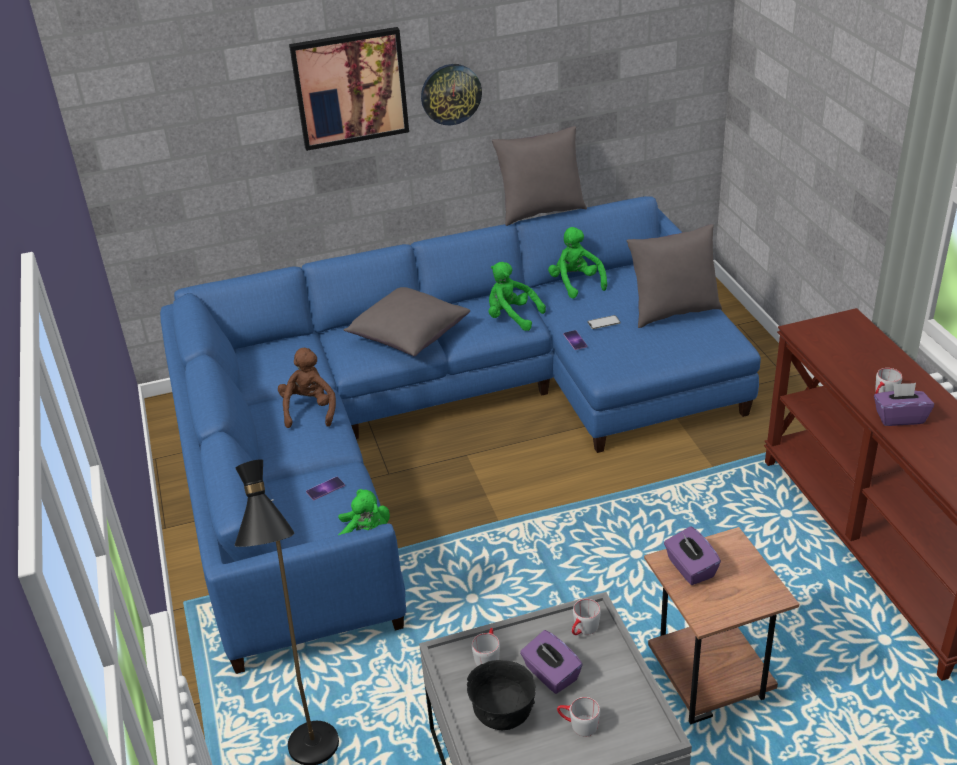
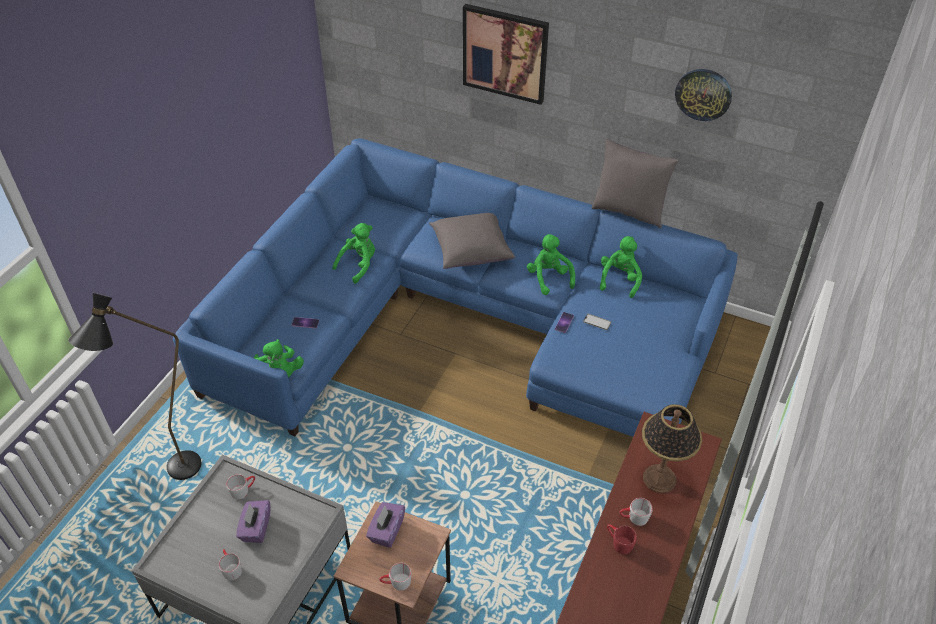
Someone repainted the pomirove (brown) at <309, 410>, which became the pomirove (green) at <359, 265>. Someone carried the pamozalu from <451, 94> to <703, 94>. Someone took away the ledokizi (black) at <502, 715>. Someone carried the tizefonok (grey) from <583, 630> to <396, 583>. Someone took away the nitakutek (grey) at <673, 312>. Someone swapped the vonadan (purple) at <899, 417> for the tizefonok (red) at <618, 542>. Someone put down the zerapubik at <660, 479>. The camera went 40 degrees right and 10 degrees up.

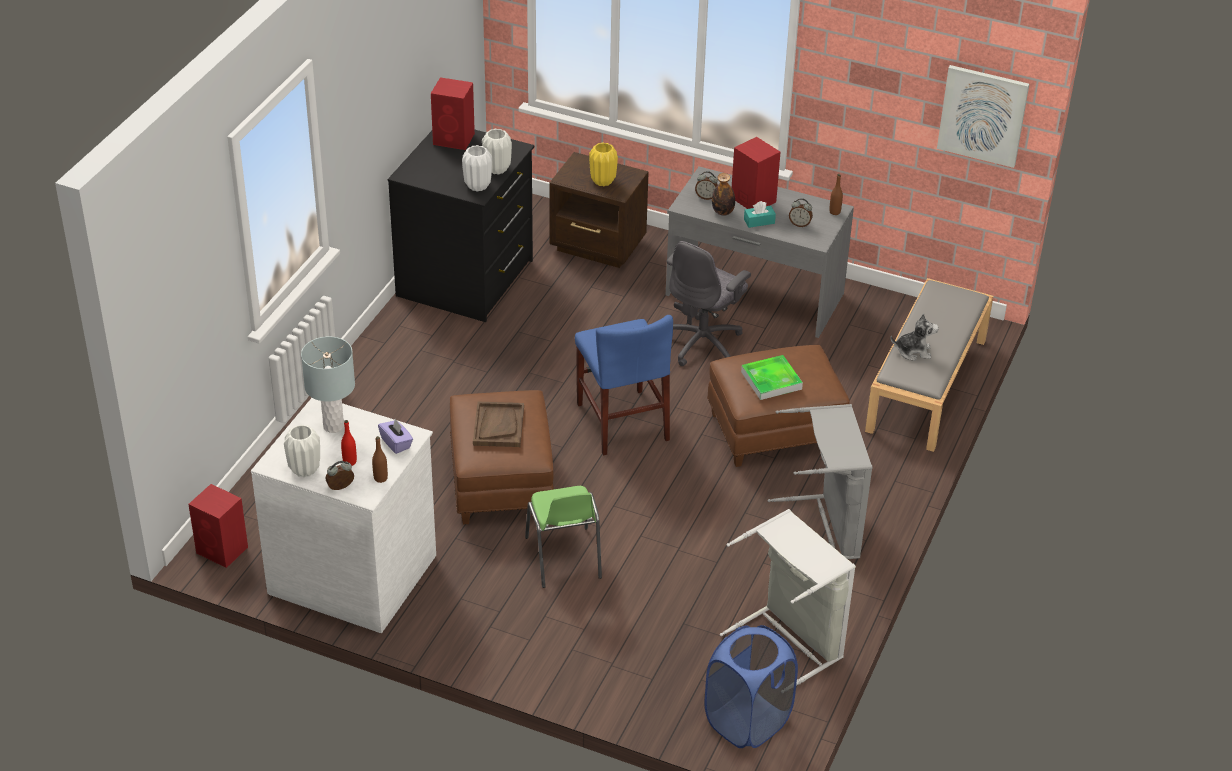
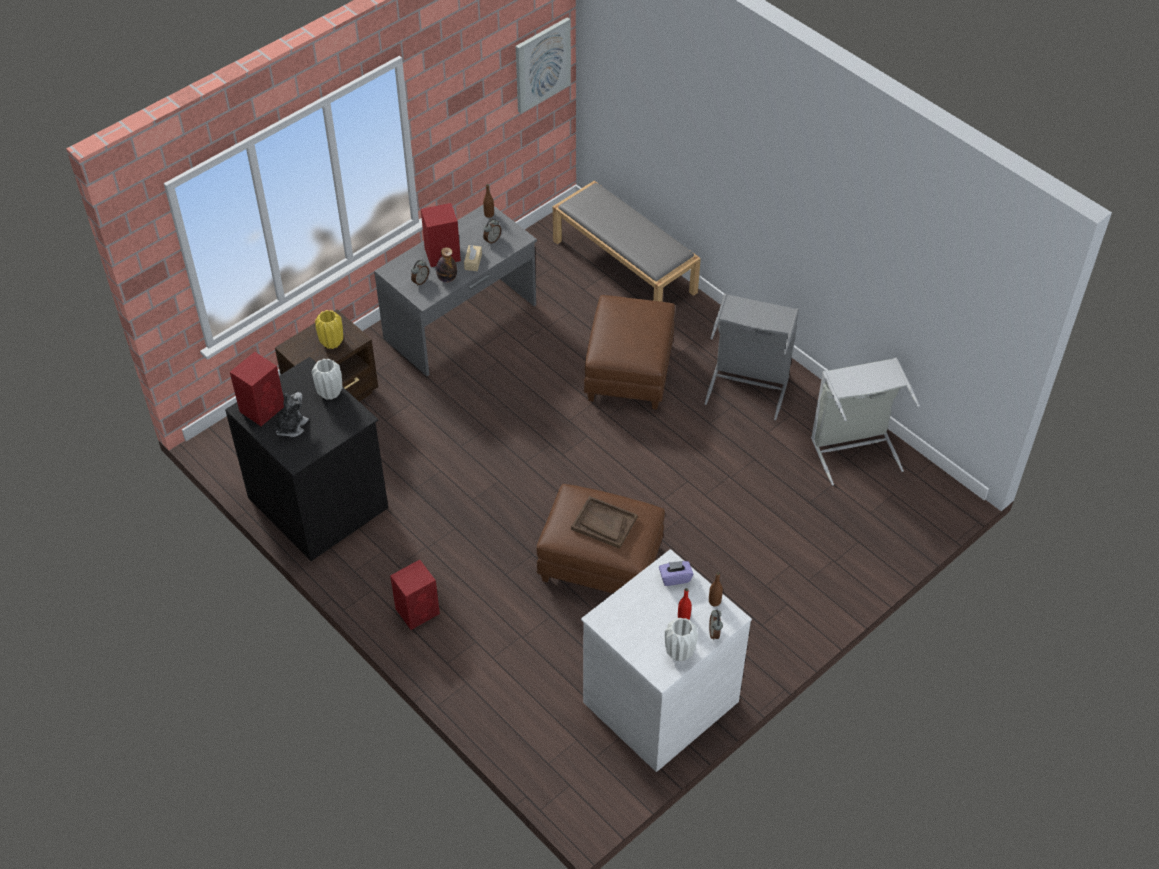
Someone carried the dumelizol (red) from <223, 550> to <418, 611>. Someone took away the zerapubik (grey) at <333, 426>. Someone took away the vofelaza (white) at <477, 186>. Someone took away the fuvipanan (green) at <563, 558>. Someone took away the fuvipanan (blue) at <622, 421>. Someone took away the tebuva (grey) at <703, 343>. Someone took away the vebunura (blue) at <747, 721>. Someone took away the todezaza at <771, 380>. Someone repainted the vonadan (turquoise) at <759, 221>, which became the vonadan (beige) at <473, 262>. Someone carried the pomirove from <913, 351> to <291, 426>. The camera went 65 degrees left and 10 degrees up.

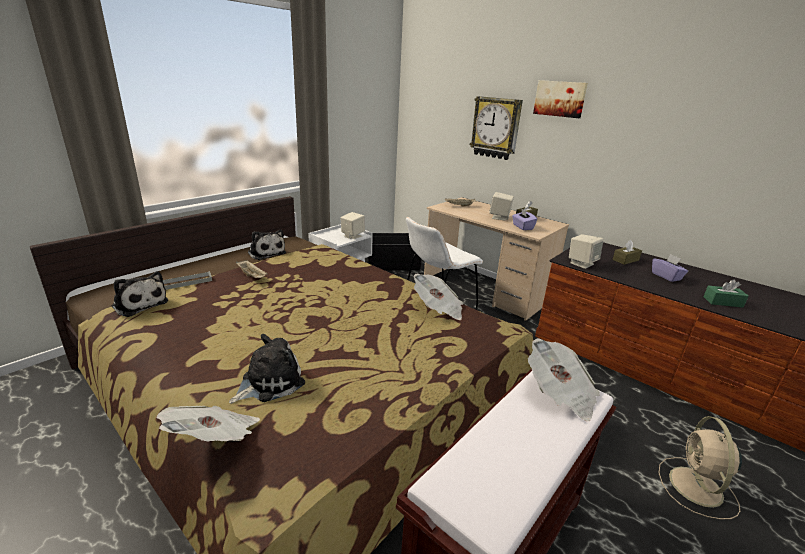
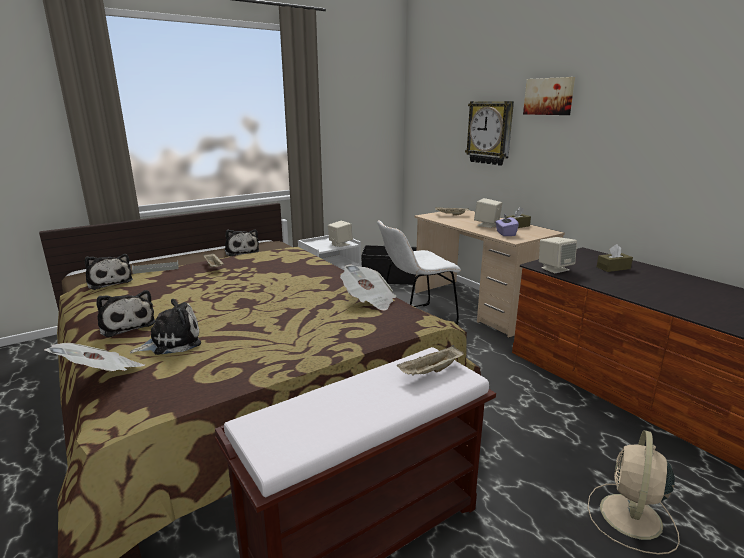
Someone swapped the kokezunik at <560, 394> for the todezaza (beige) at <430, 372>. Someone took away the vonadan (purple) at <666, 276>. Someone took away the vonadan (green) at <723, 302>. Someone put down the pomirove at <126, 324>. The camera went 15 degrees right and 5 degrees down.

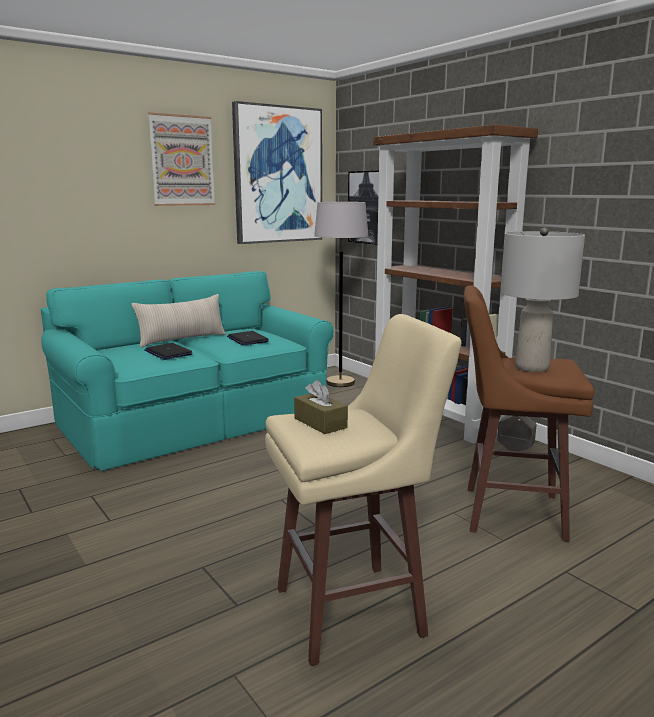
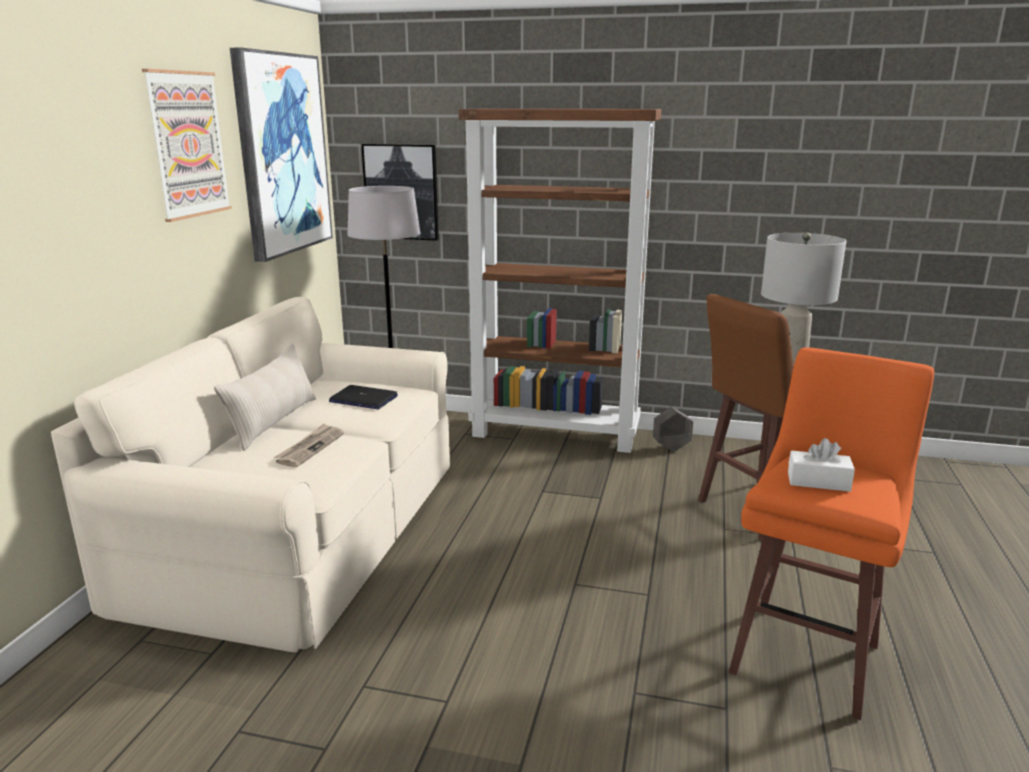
Someone repainted the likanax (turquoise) at <196, 418>, which became the likanax (beige) at <303, 527>. Someone swapped the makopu at <168, 353> for the kokezunik at <310, 447>. Someone repainted the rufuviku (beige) at <354, 611>, which became the rufuviku (orange) at <808, 656>. Someone repainted the vonadan (brown) at <320, 423>, which became the vonadan (white) at <818, 481>. The camera went 40 degrees left and 5 degrees up.

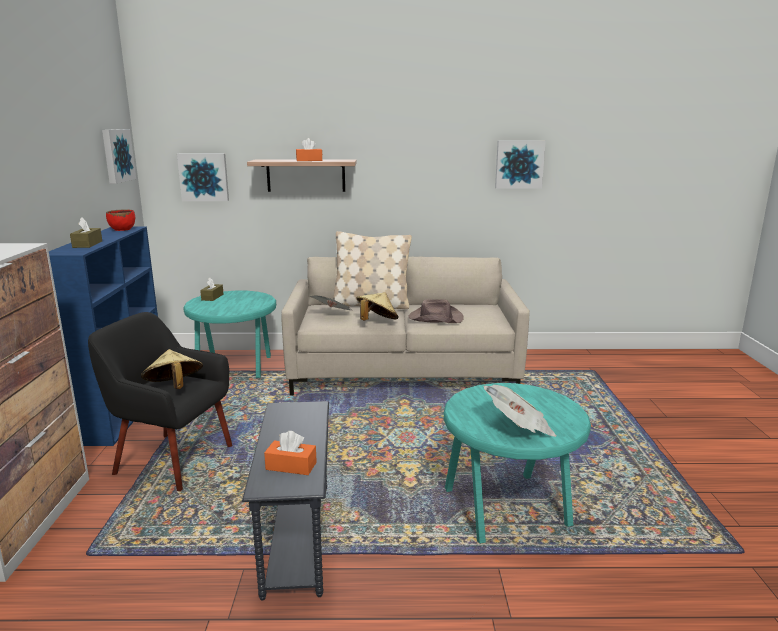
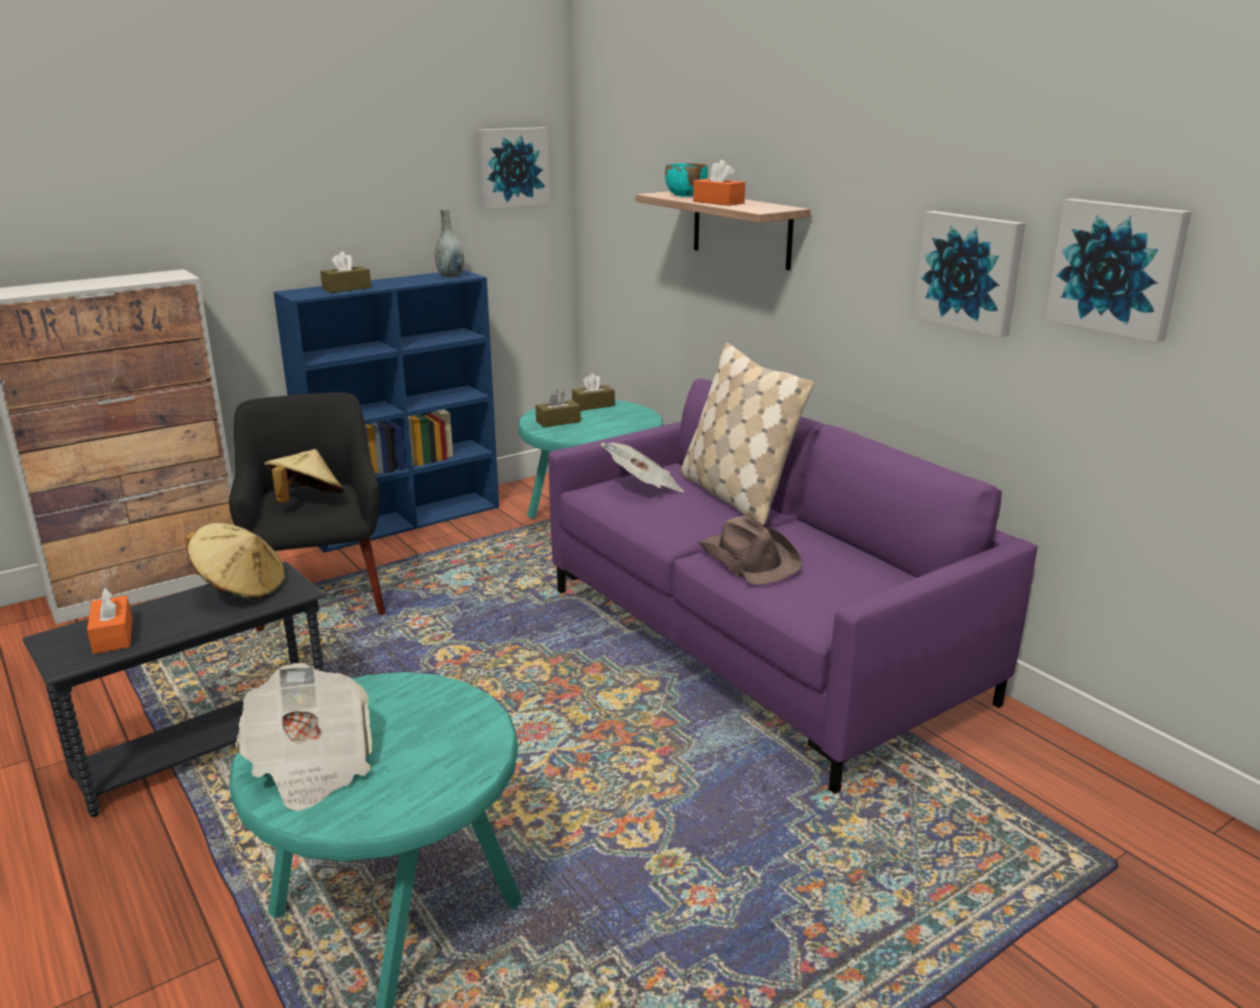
Someone swapped the ledokizi (red) at <122, 229> for the vofelaza (grey) at <450, 276>. Someone carried the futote from <204, 177> to <970, 272>. Someone repainted the likanax (beige) at <403, 372>, which became the likanax (purple) at <757, 645>. Someone carried the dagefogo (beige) from <377, 322> to <241, 589>. Someone put down the vonadan (brown) at <558, 421>. Someone put down the ledokizi (turquoise) at <686, 195>. The camera went 55 degrees right and 5 degrees up.

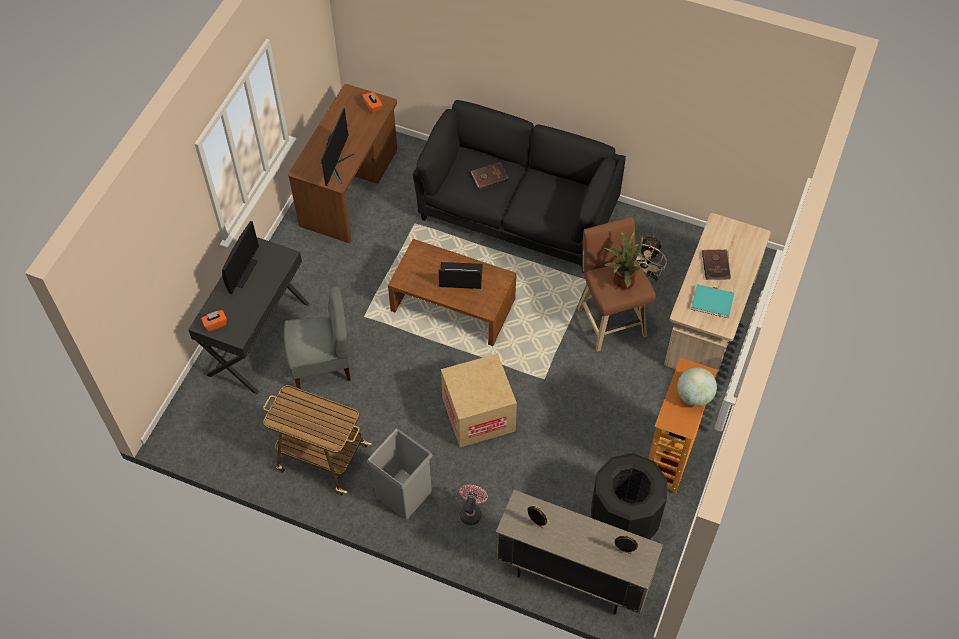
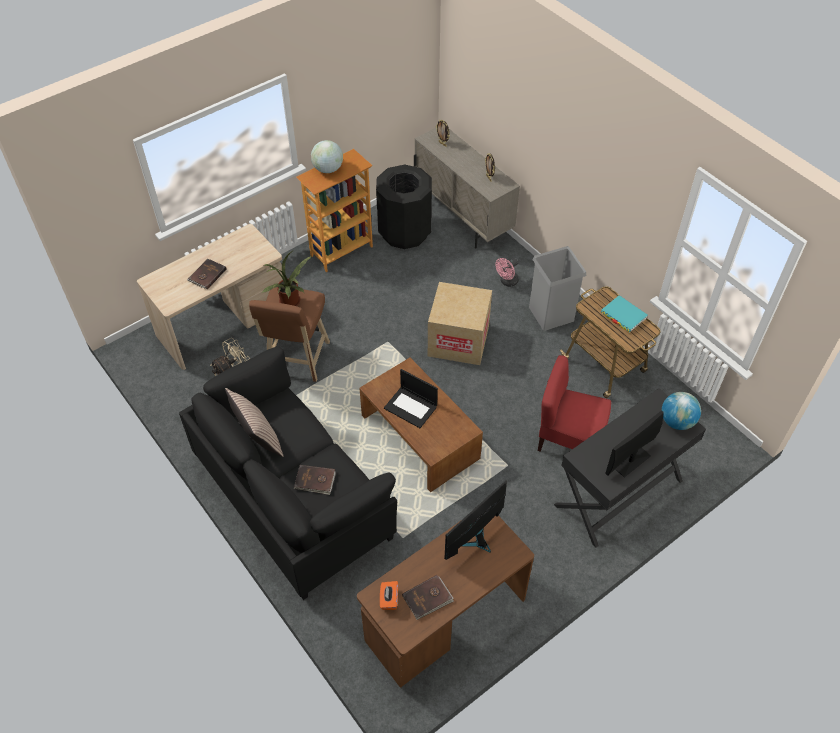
Someone swapped the vonadan (orange) at <215, 324> for the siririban at <677, 421>. Someone repainted the fuvipanan (grey) at <322, 364>, which became the fuvipanan (red) at <569, 440>. Someone carried the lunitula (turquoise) from <712, 302> to <623, 315>. Someone put down the nitakutek at <258, 439>. Someone put down the lunitula (brown) at <427, 598>. The camera went 150 degrees left and 5 degrees down.

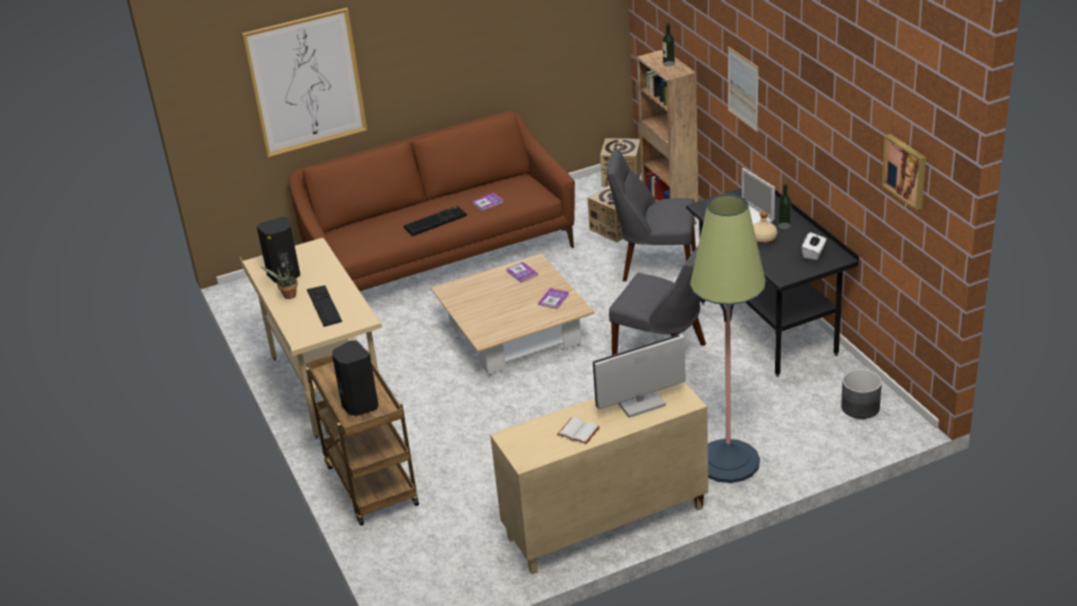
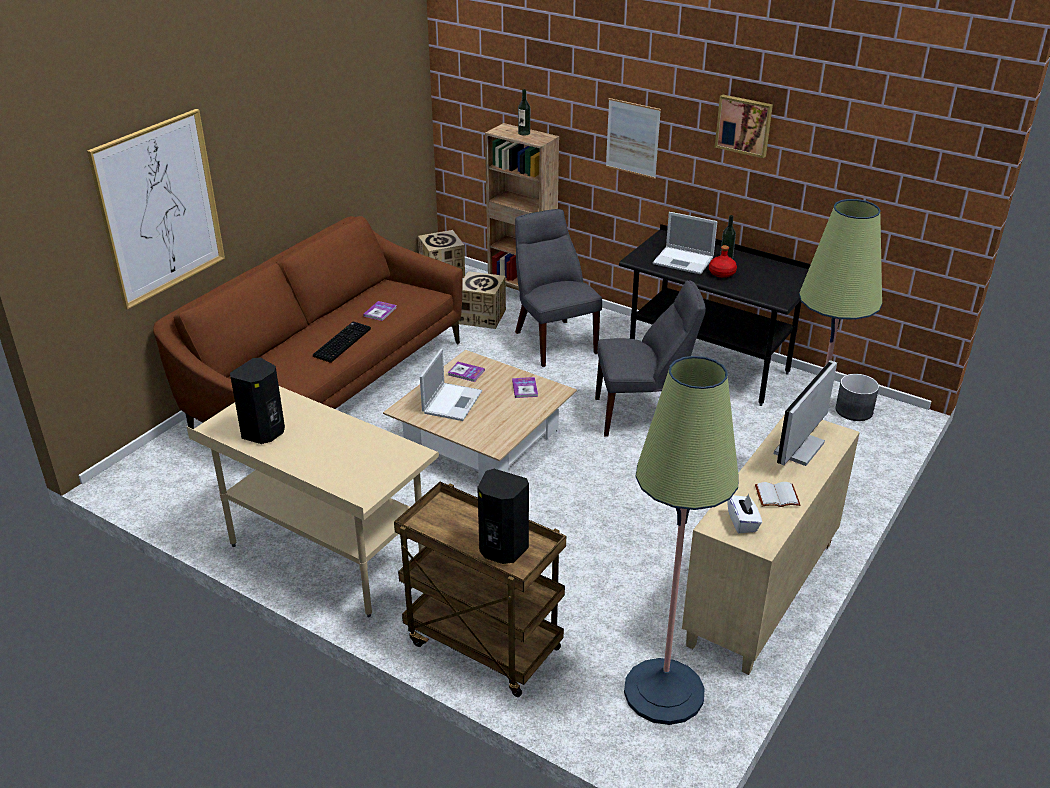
Someone took away the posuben at <288, 296>. Someone took away the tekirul at <324, 305>. Someone rotated the fuvipanan (grey) at <655, 266> by 90 degrees clockwise. Someone repainted the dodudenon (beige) at <763, 238>, which became the dodudenon (red) at <721, 273>. Someone carried the vonadan (white) from <813, 253> to <742, 522>. Someone carried the futote from <906, 171> to <744, 125>. Someone put down the makopu at <452, 401>. Someone put down the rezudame at <664, 692>. The camera went 35 degrees left and 0 degrees up.

